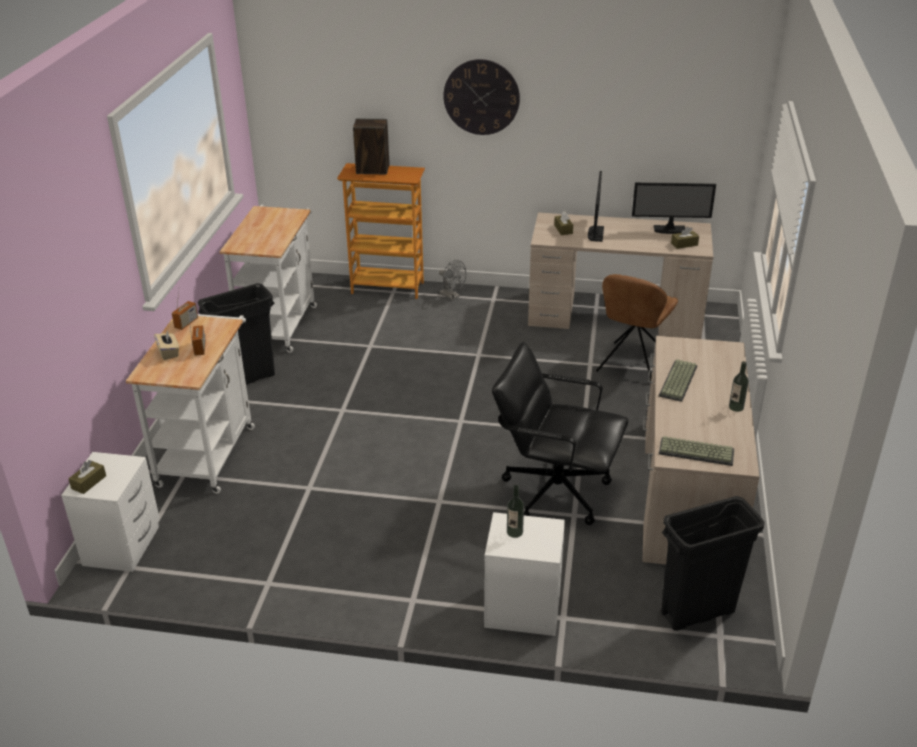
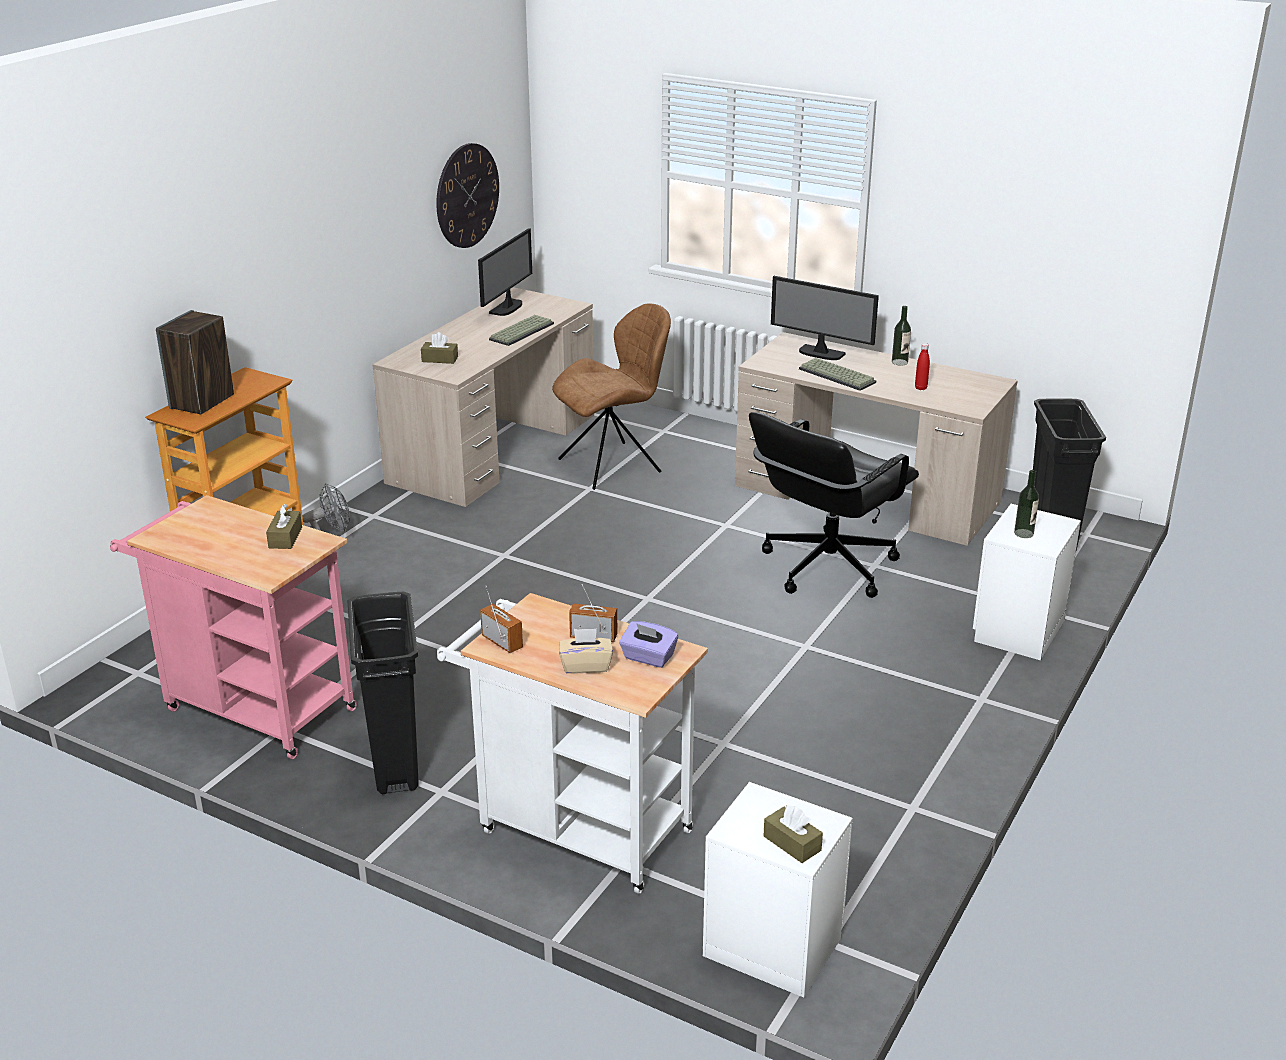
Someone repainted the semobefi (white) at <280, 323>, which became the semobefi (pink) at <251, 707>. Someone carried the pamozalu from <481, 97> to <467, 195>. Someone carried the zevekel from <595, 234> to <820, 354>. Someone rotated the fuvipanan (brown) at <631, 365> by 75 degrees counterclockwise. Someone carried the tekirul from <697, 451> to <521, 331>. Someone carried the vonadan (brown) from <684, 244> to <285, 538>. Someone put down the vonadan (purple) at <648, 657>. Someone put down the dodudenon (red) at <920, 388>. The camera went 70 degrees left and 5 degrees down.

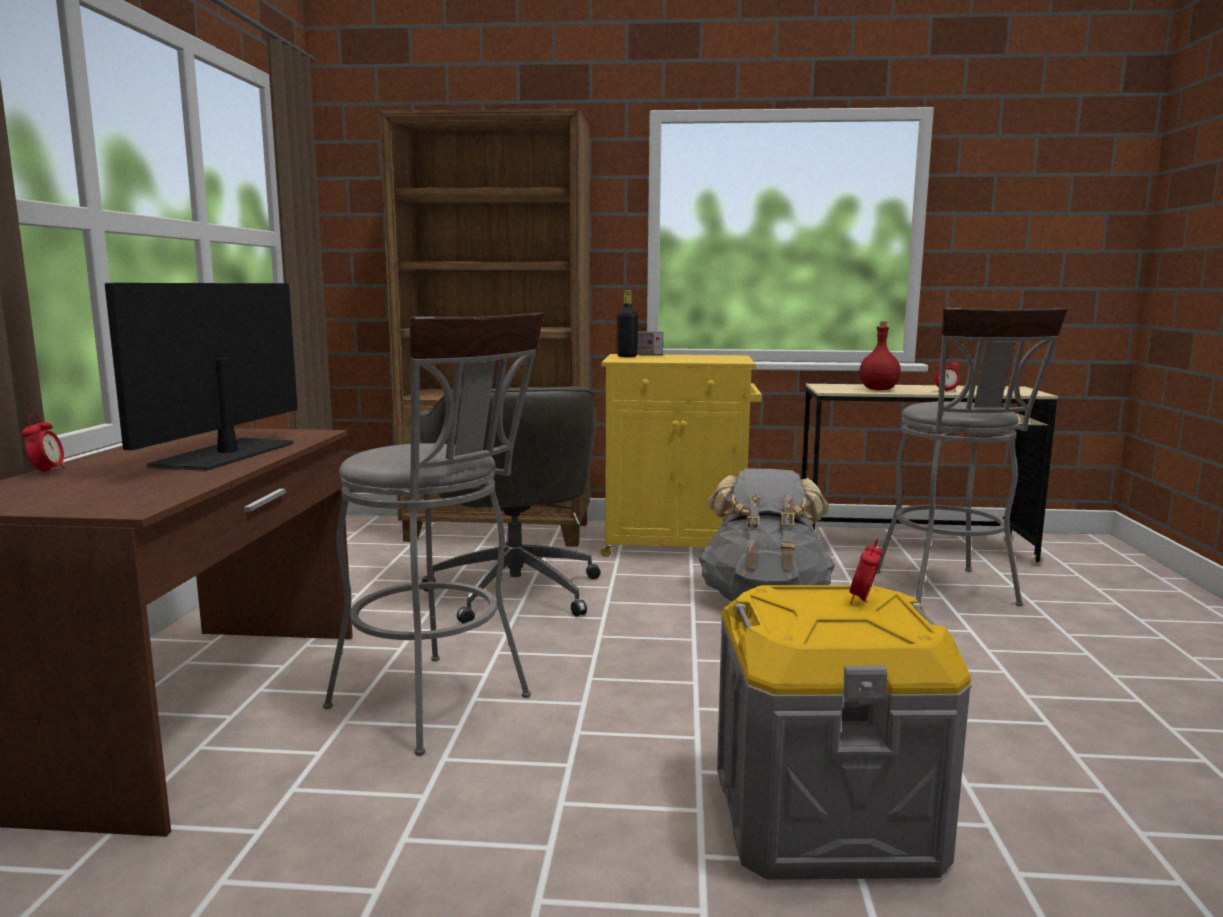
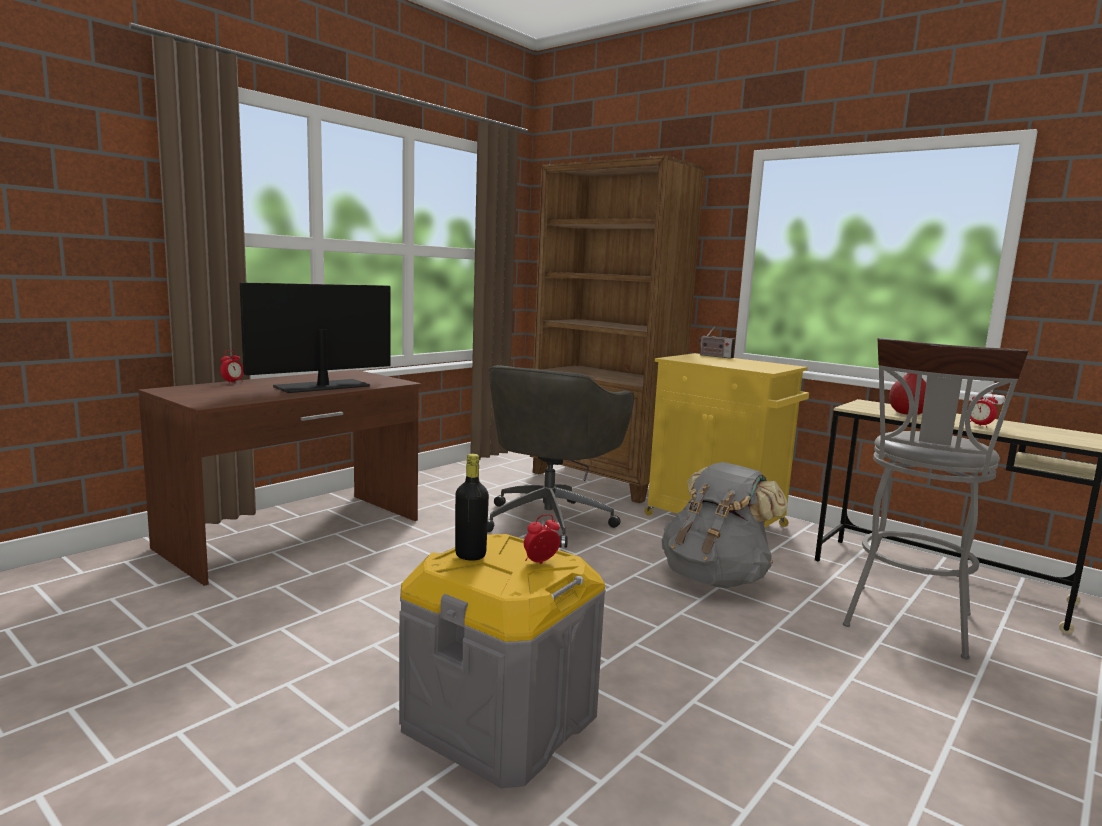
Someone took away the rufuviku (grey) at <440, 706>. Someone carried the dodudenon (black) from <627, 356> to <470, 555>. The camera went 35 degrees right and 0 degrees up.

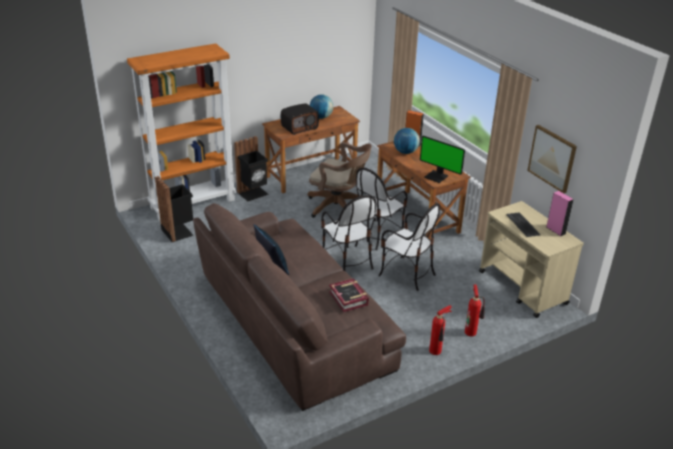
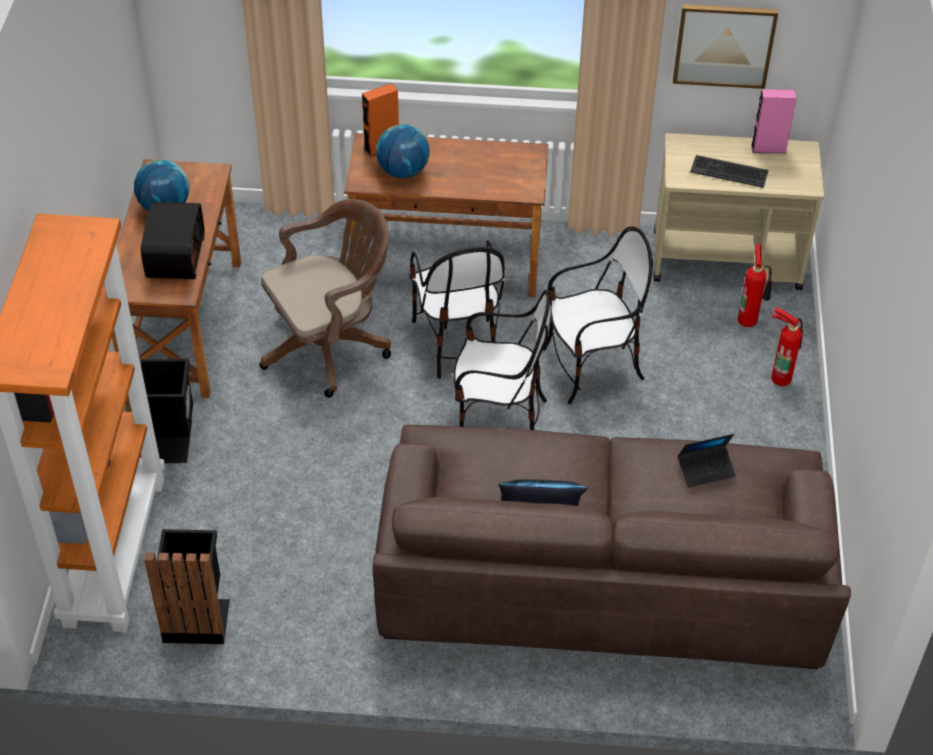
Someone swapped the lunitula at <348, 298> for the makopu at <706, 469>. Someone took away the zevekel at <437, 176>. Someone carried the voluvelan from <436, 351> to <749, 319>. The camera went 55 degrees left and 15 degrees up.

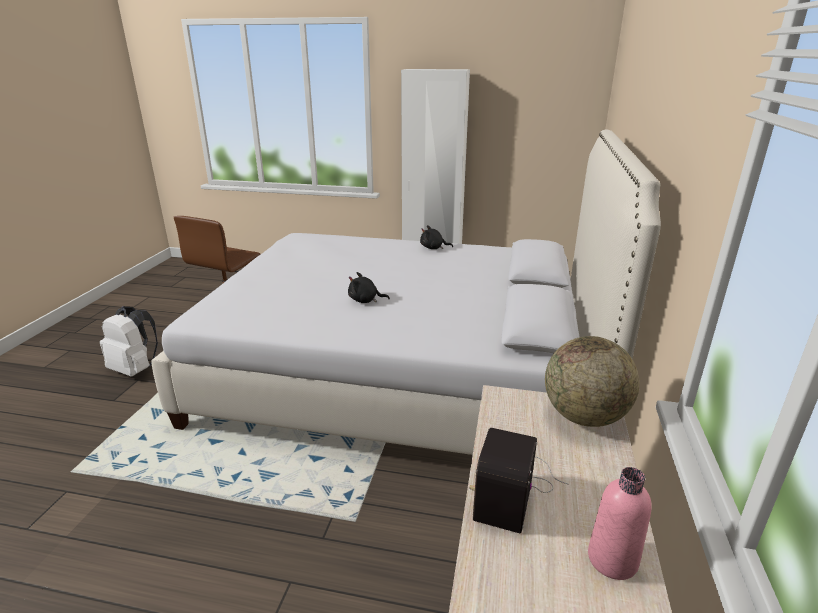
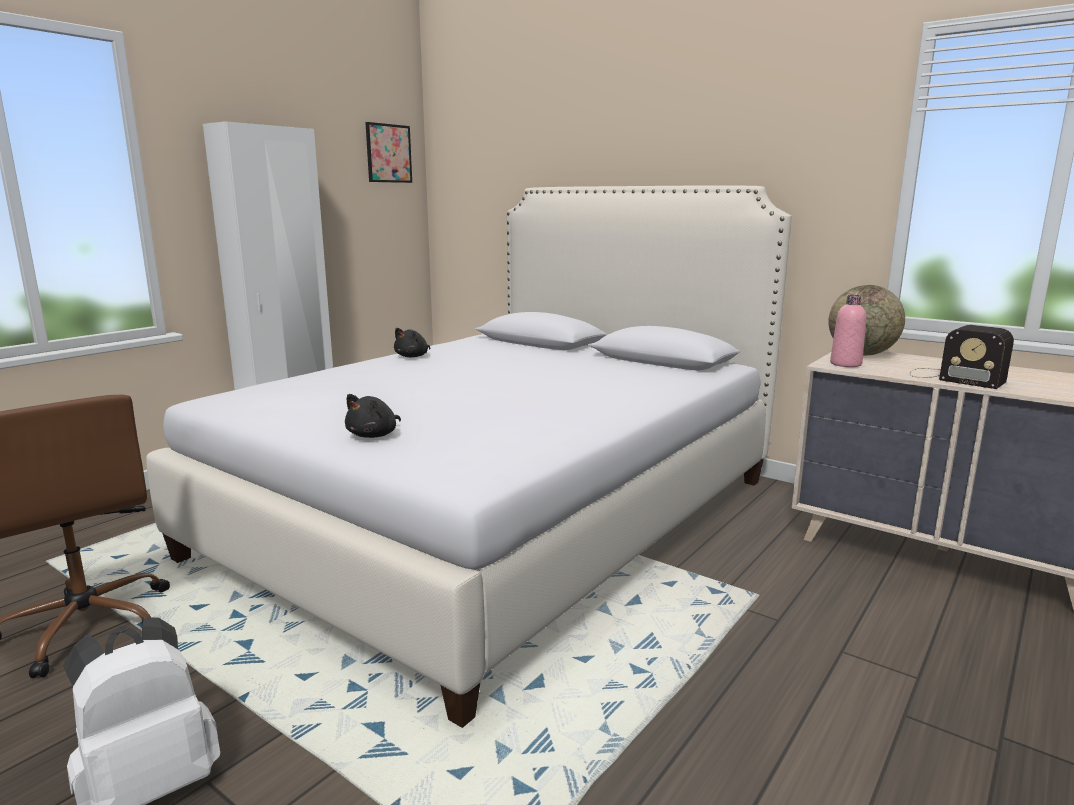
Someone carried the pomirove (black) from <365, 300> to <374, 435>. Someone carried the dodudenon (pink) from <612, 559> to <845, 364>. Someone put up the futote at <388, 153>. The camera went 65 degrees left and 10 degrees down.

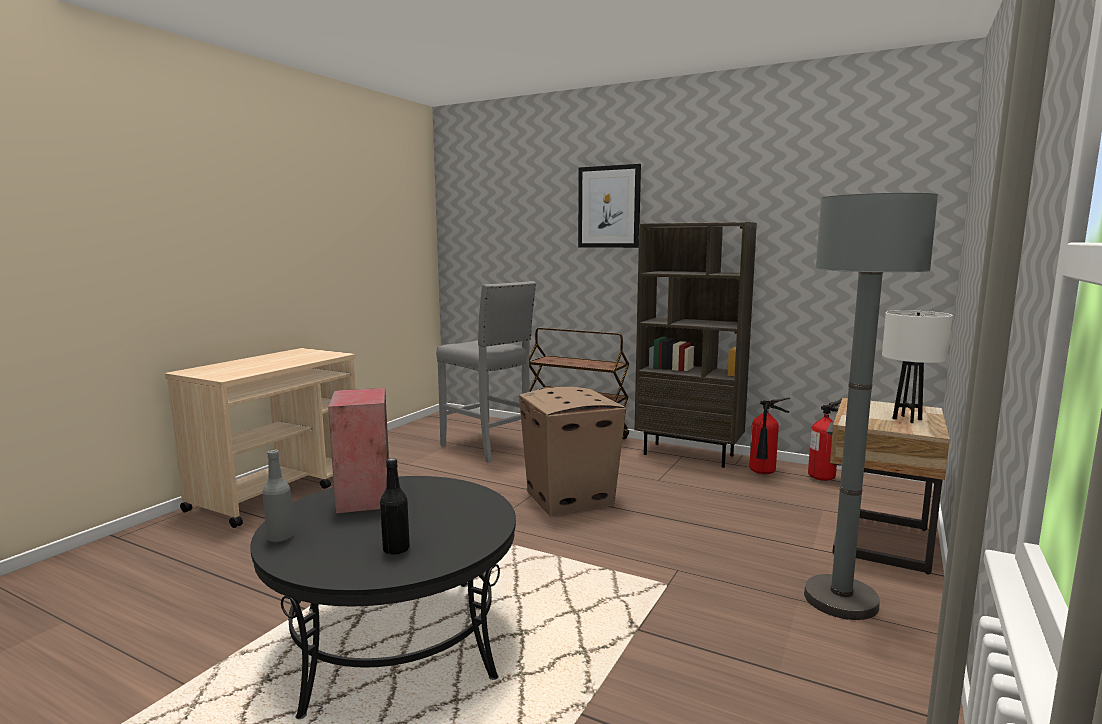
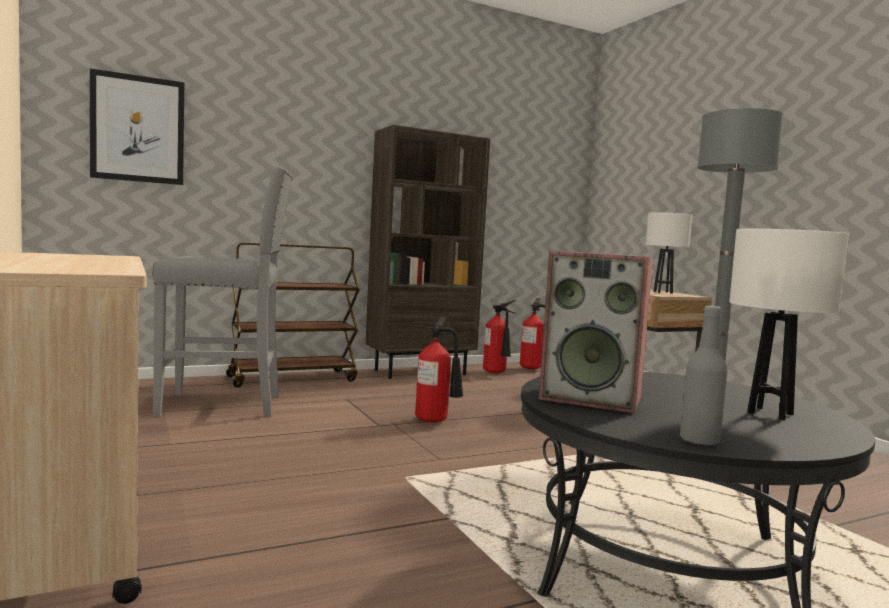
Someone swapped the dodudenon (black) at <396, 549> for the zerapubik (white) at <770, 413>. Someone swapped the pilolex at <570, 498> for the voluvelan at <436, 421>. Someone carried the futote from <609, 207> to <138, 129>. The camera went 55 degrees left and 5 degrees down.

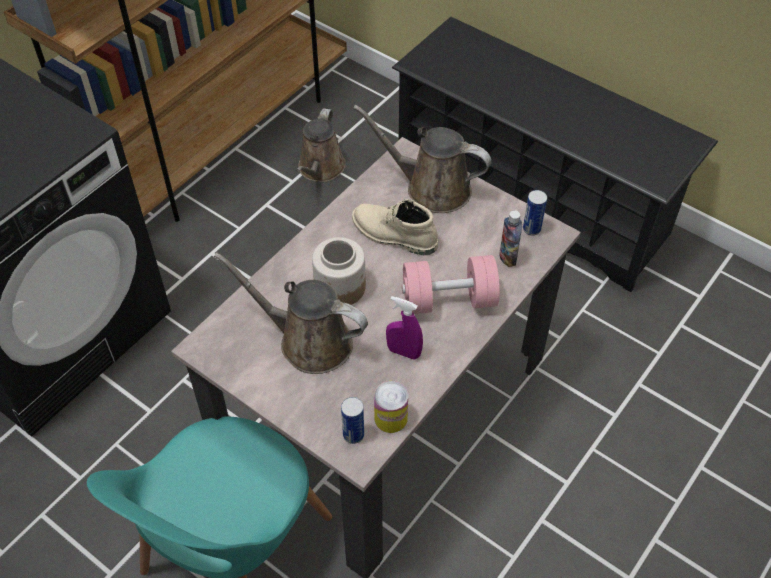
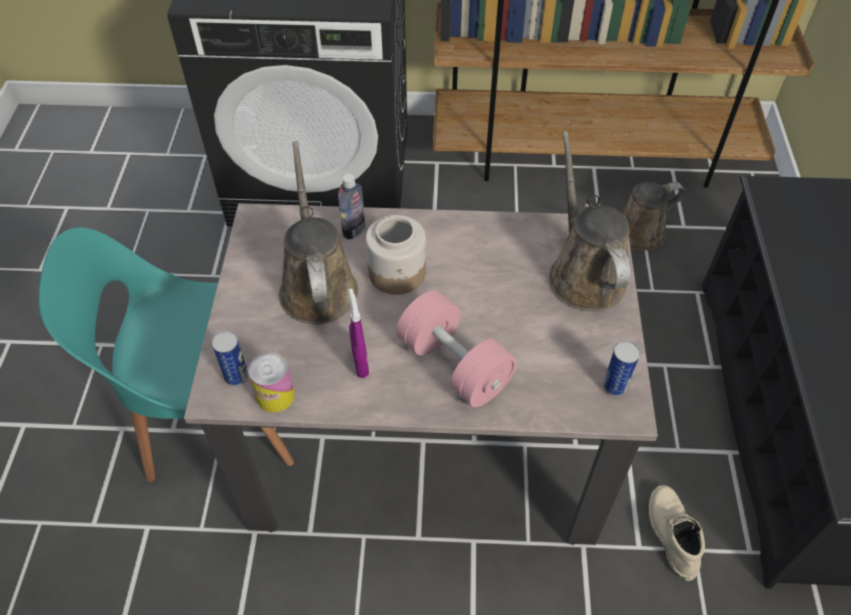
Someone carried the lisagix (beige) from <393, 235> to <670, 534>. Someone carried the dodudenon from <507, 257> to <353, 230>. The camera went 55 degrees right and 0 degrees up.

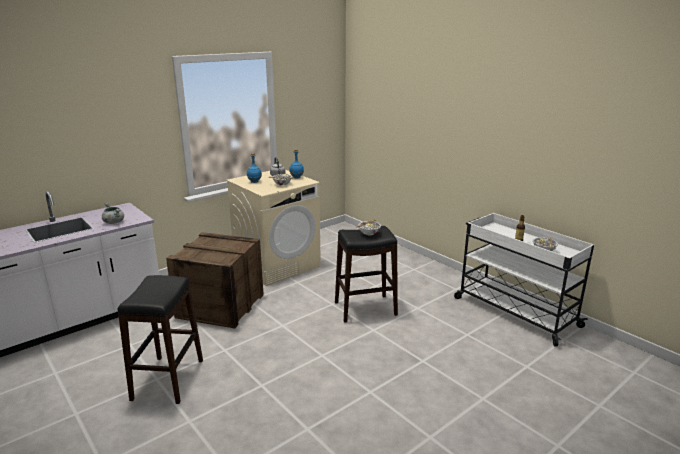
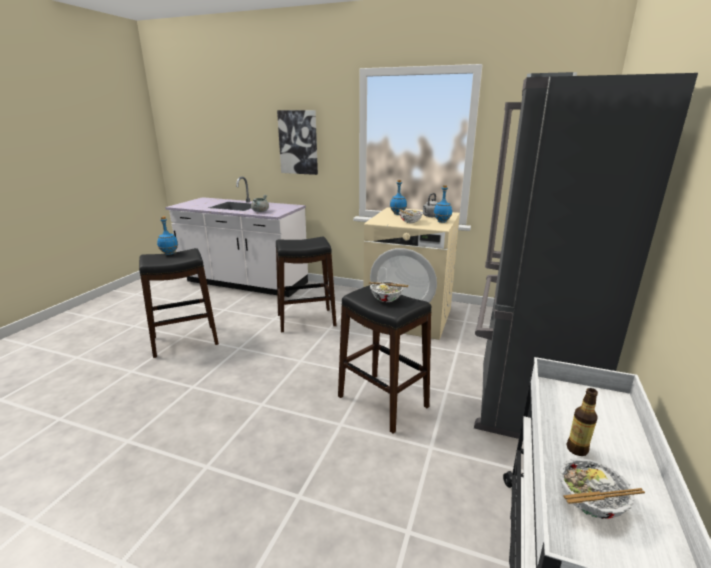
Someone swapped the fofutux at <220, 306> for the rufuviku (black) at <306, 320>. Someone put down the dodudenon (blue) at <169, 254>. Someone put up the futote at <298, 142>. Someone put down the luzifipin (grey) at <525, 392>. The camera went 60 degrees right and 0 degrees up.

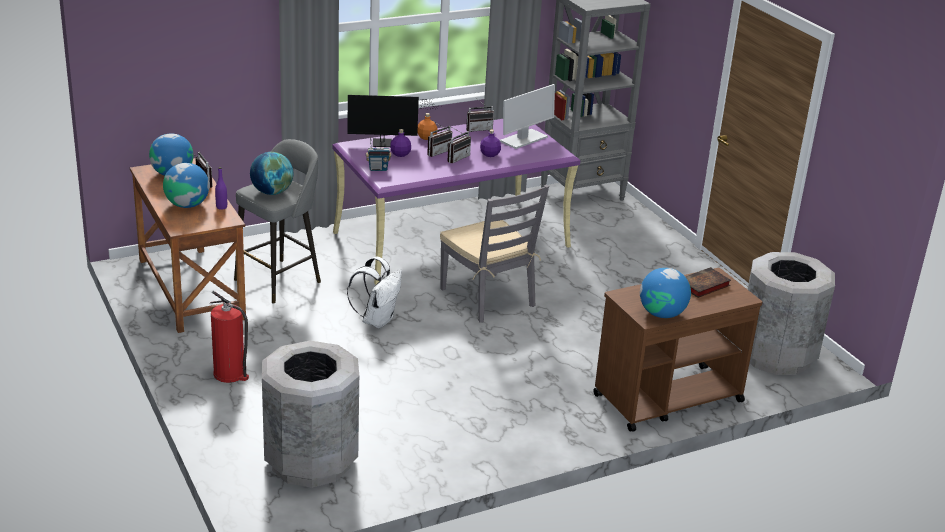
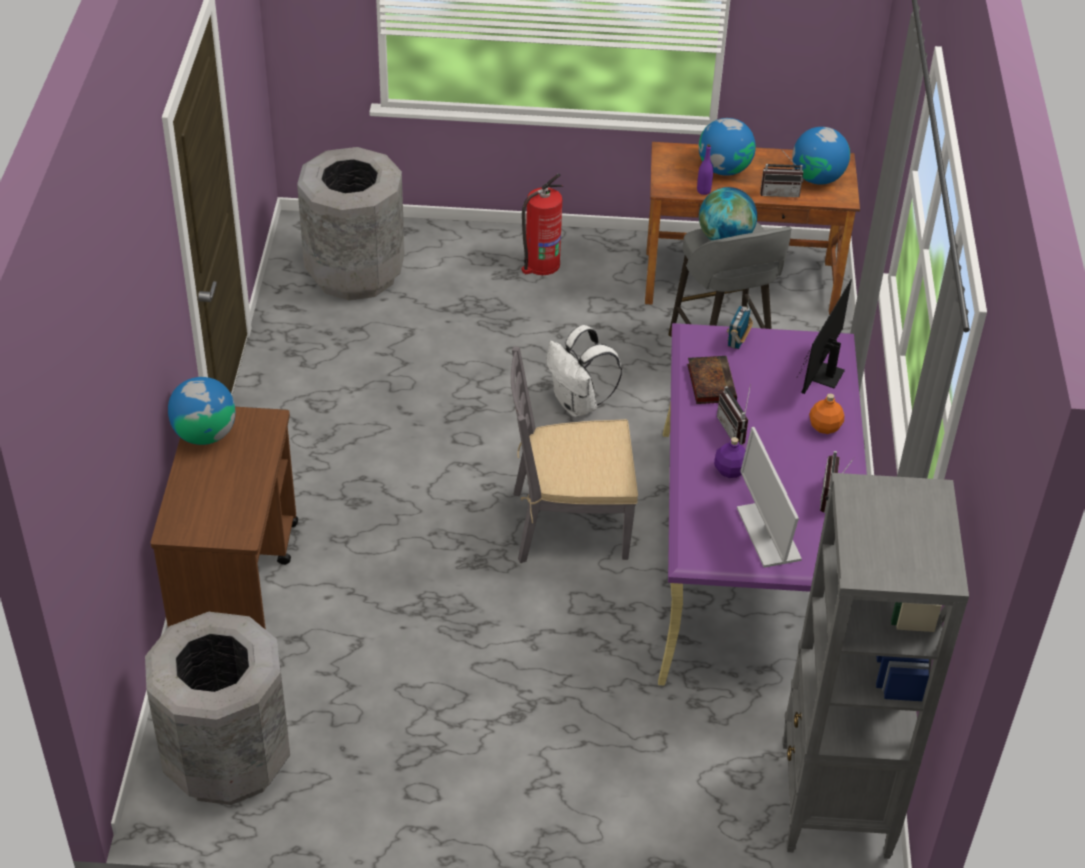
Someone took away the dodudenon (purple) at <400, 154>. Someone took away the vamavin at <437, 152>. Someone carried the lunitula from <703, 286> to <710, 382>. The camera went 120 degrees right and 15 degrees up.

